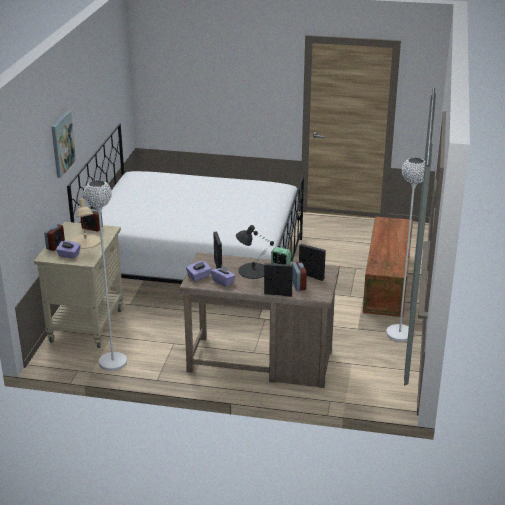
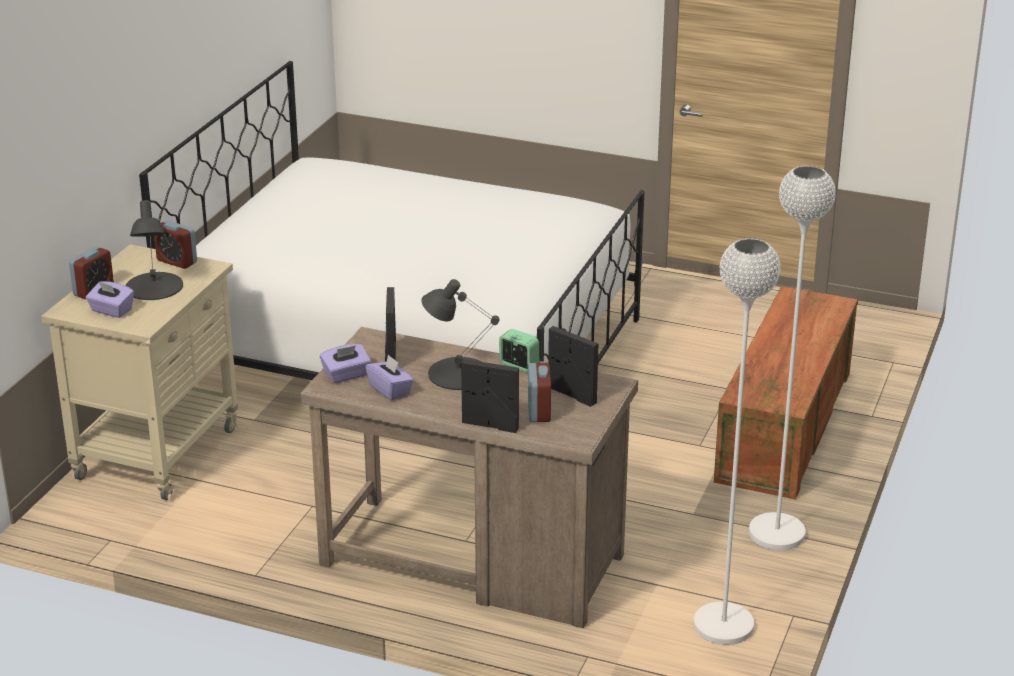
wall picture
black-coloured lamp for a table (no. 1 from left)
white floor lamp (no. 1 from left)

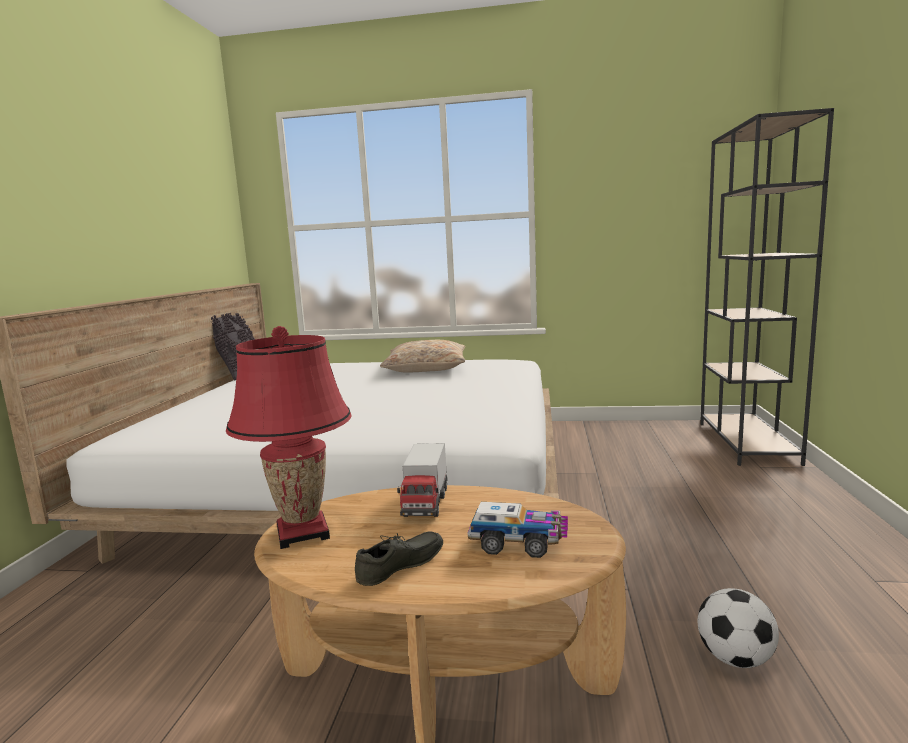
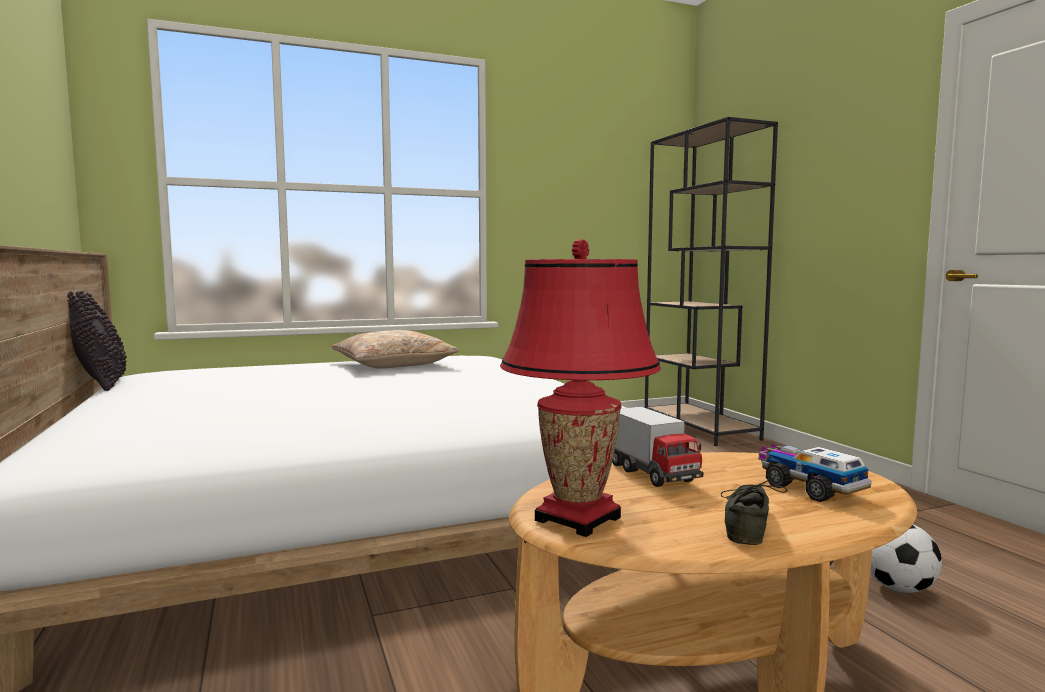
toy lorry (no. 2 from left)

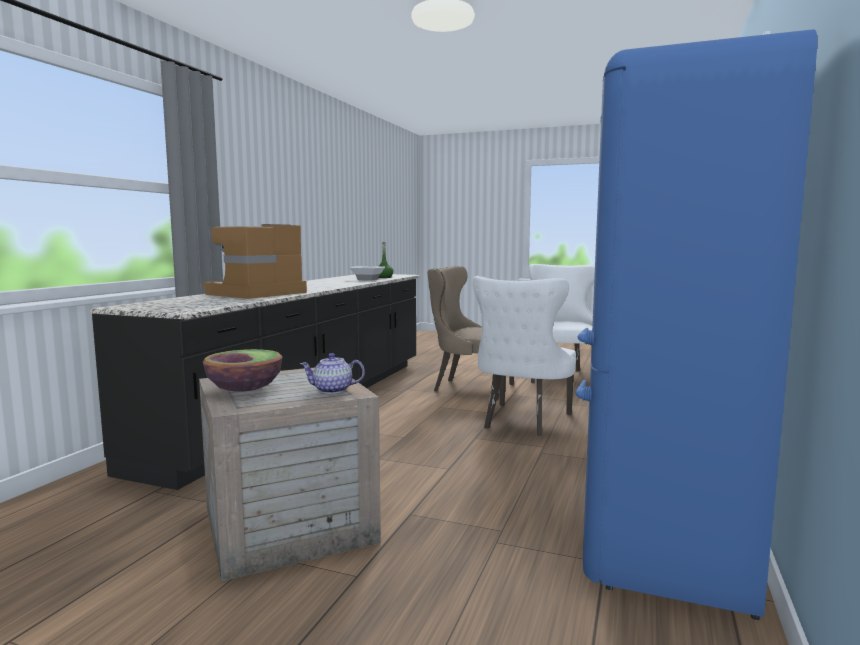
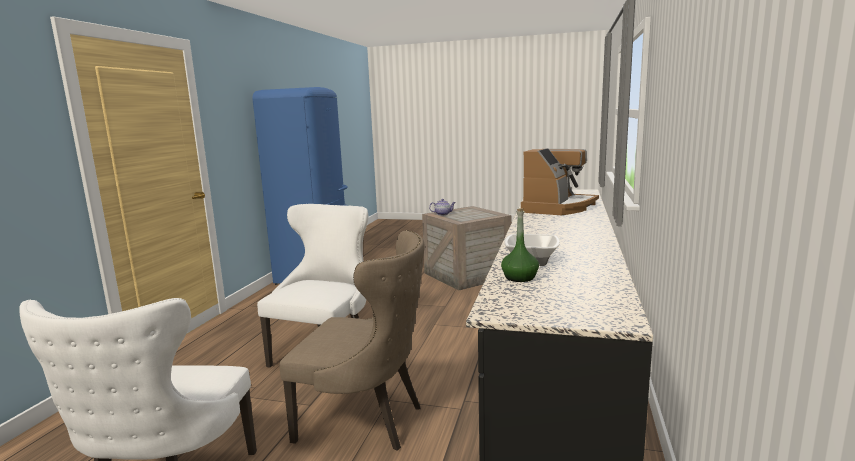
serving bowl (no. 1 from left in the first image)

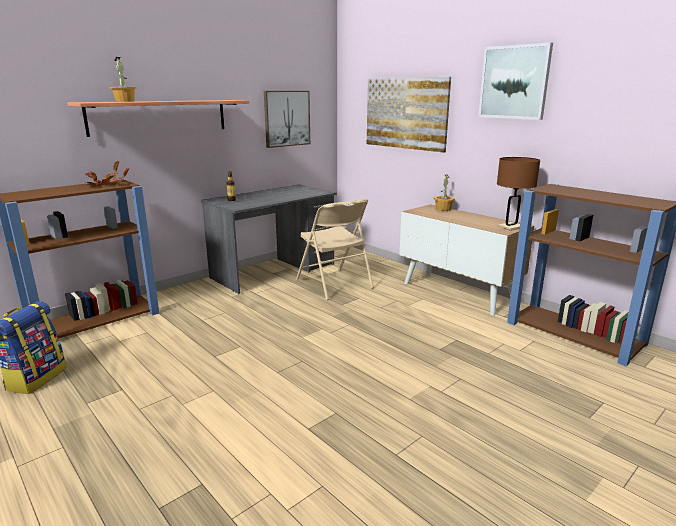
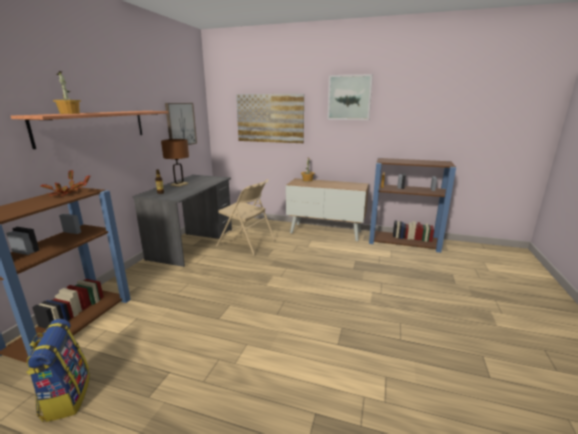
brownish lamp for a table

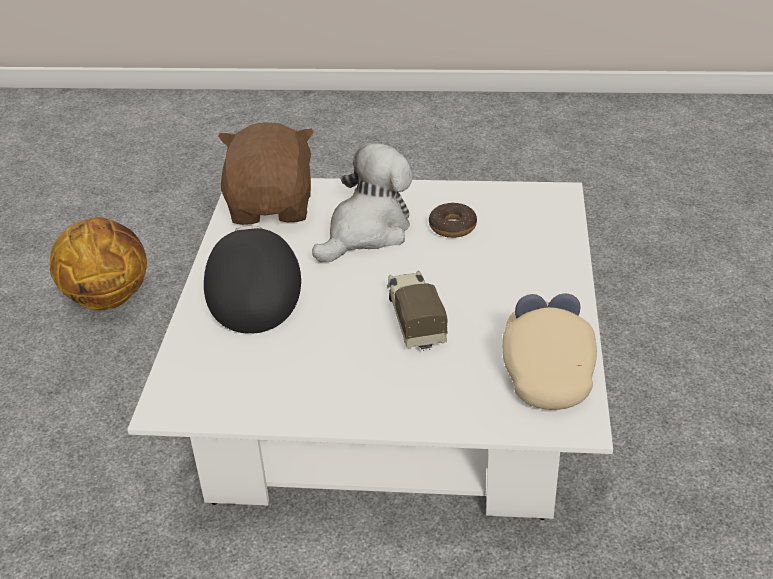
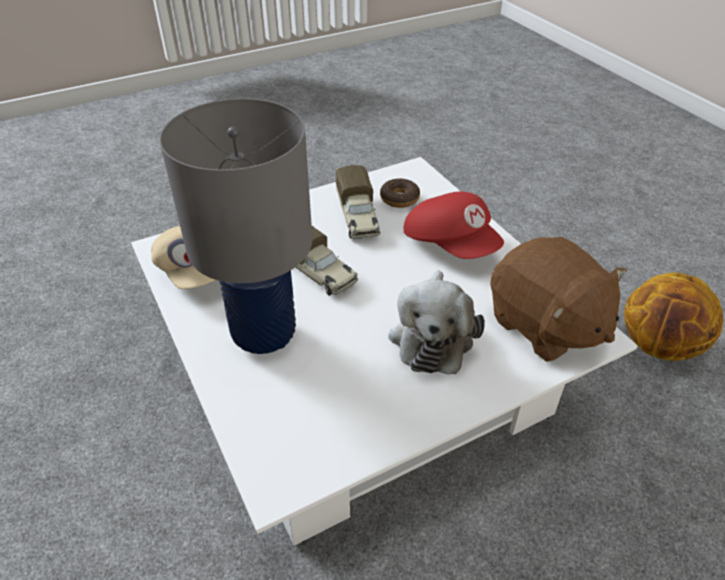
red baseball cap
ring doughnut
gray lamp for a table
toy lorry (no. 2 from left)

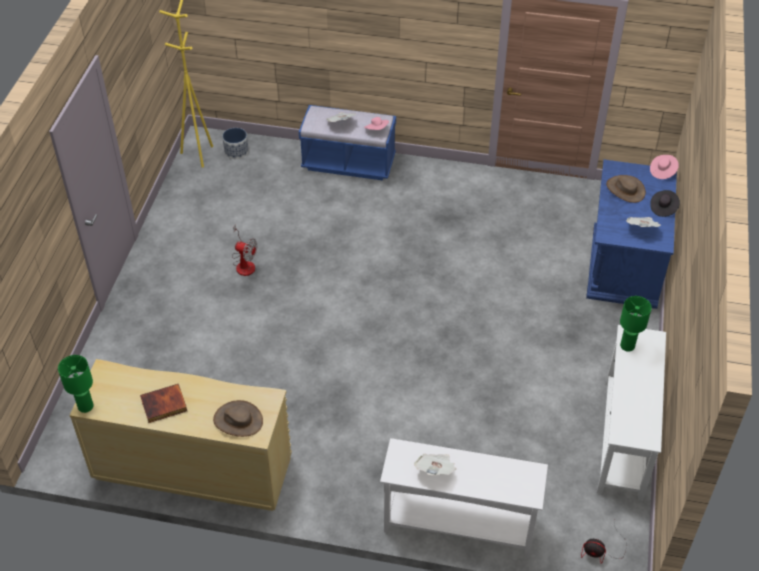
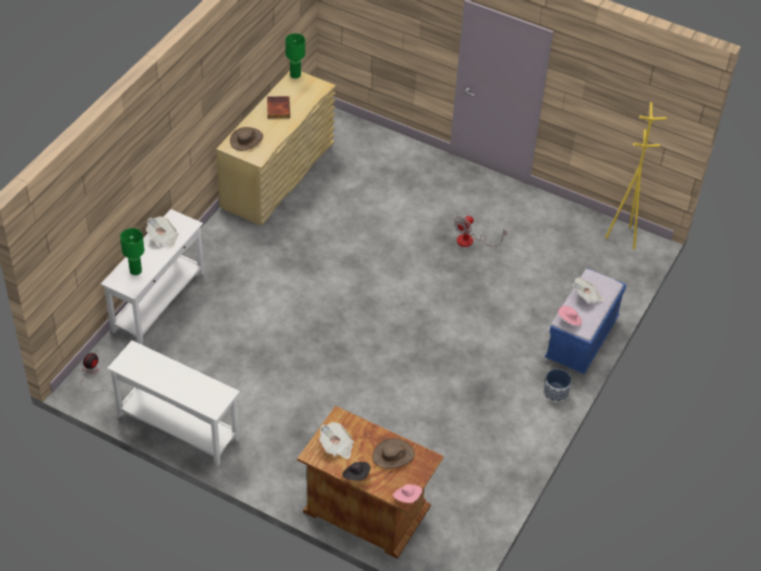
flower pot
brownish storage cabinet
green-coloured lamp for a table (no. 1 from left)

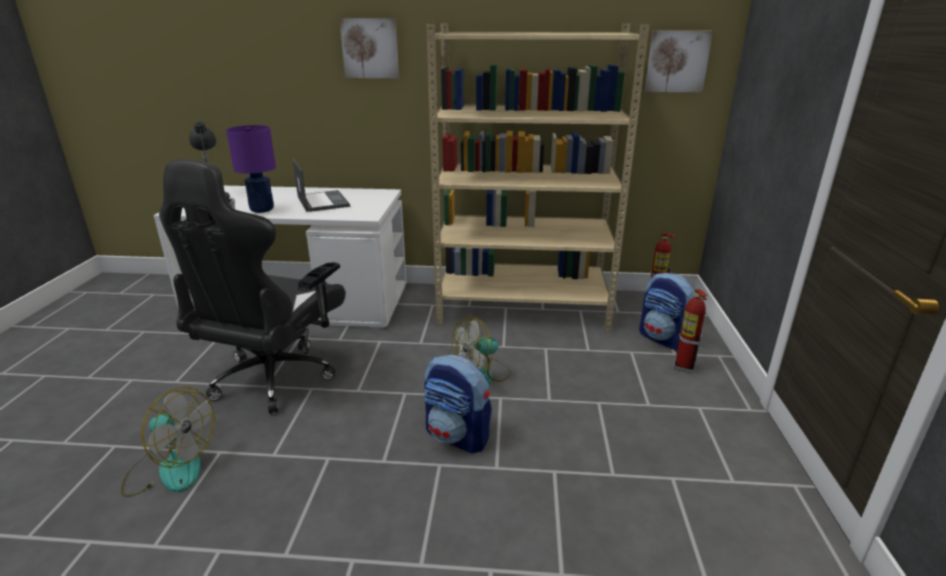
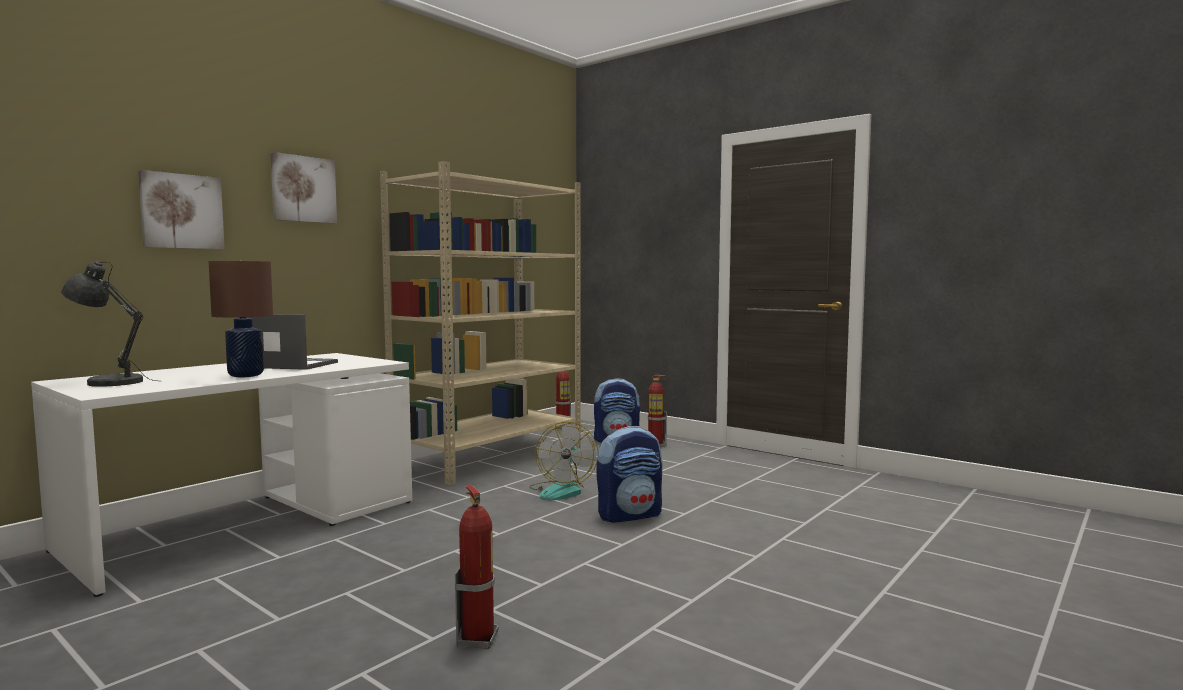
extinguisher (no. 1 from left)
black-coloured computer chair
brownish lamp for a table
wall picture (no. 1 from left)

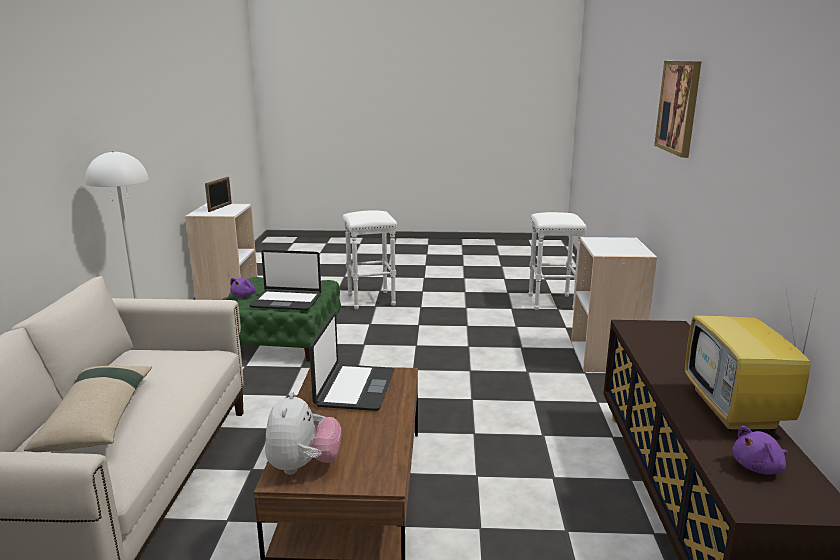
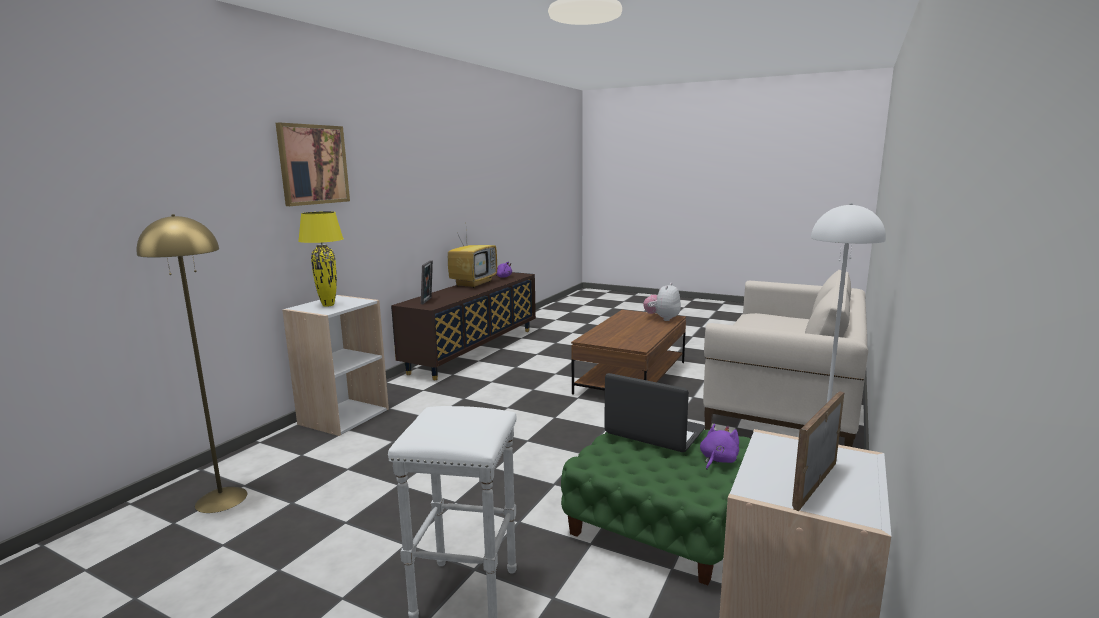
sand-coloured throw pillow
portable computer (no. 2 from left in the first image)
yellowish floor lamp
yellowish lamp for a table
picture frame (no. 1 from left)

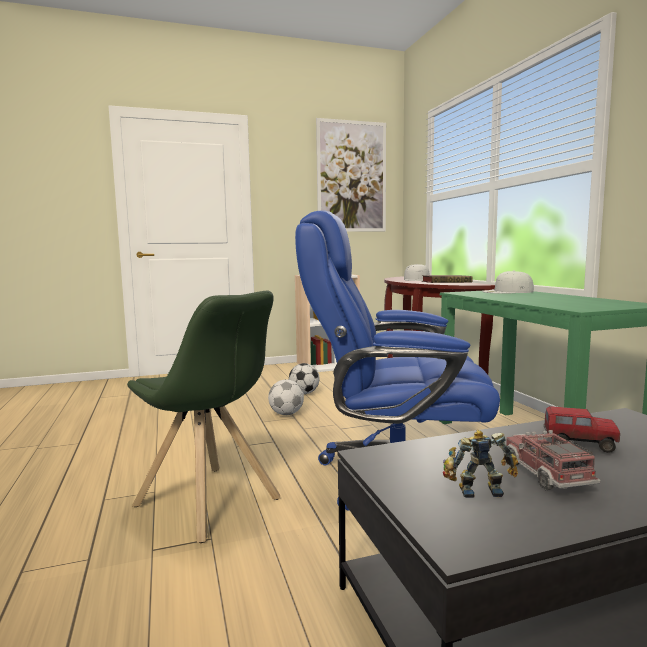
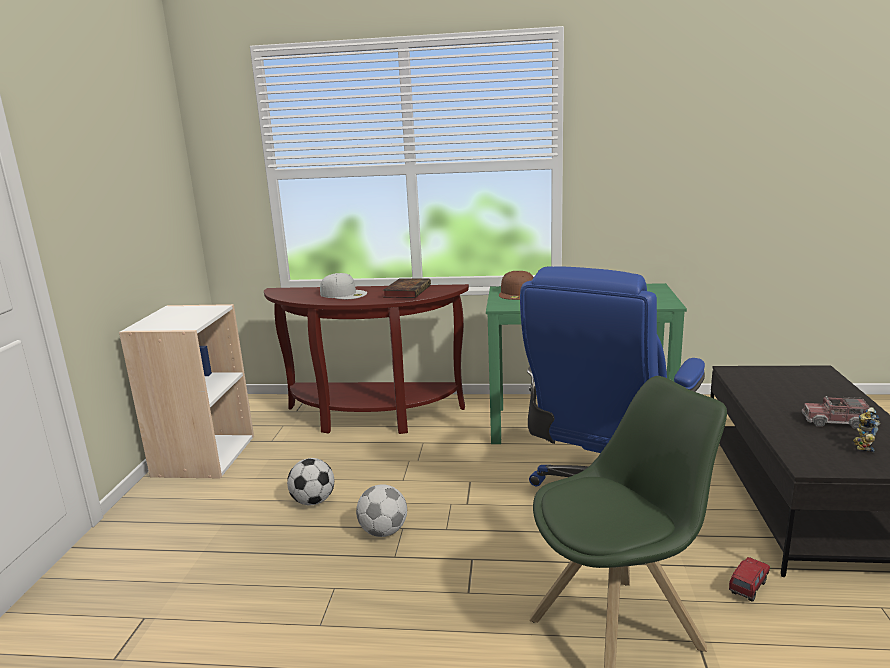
wall picture
brownish baseball cap
toy lorry (no. 1 from left)

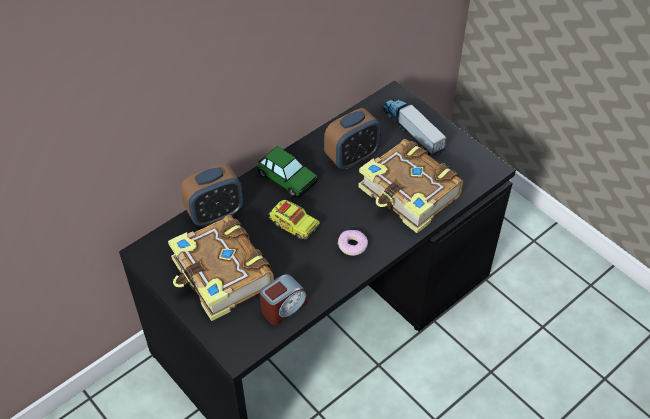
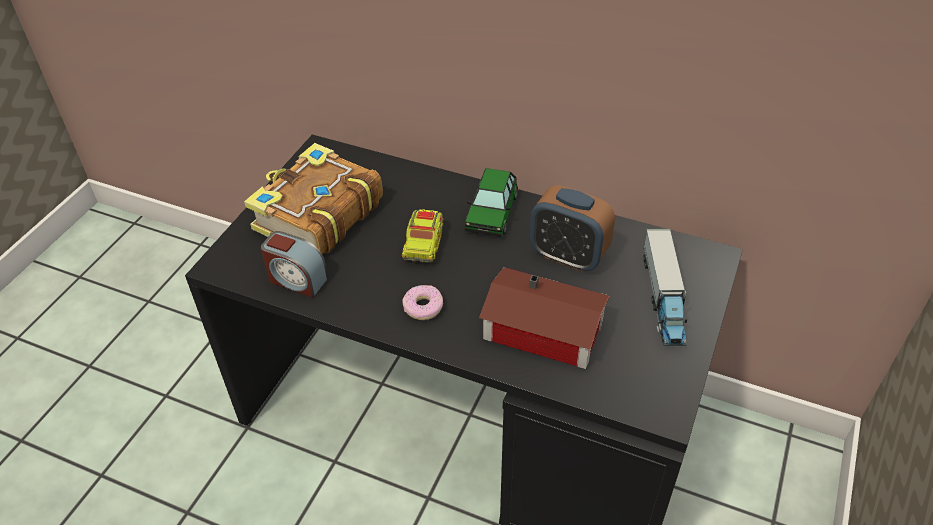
alarm clock (no. 1 from left in the first image)
miniature house
toy lorry (no. 2 from left)

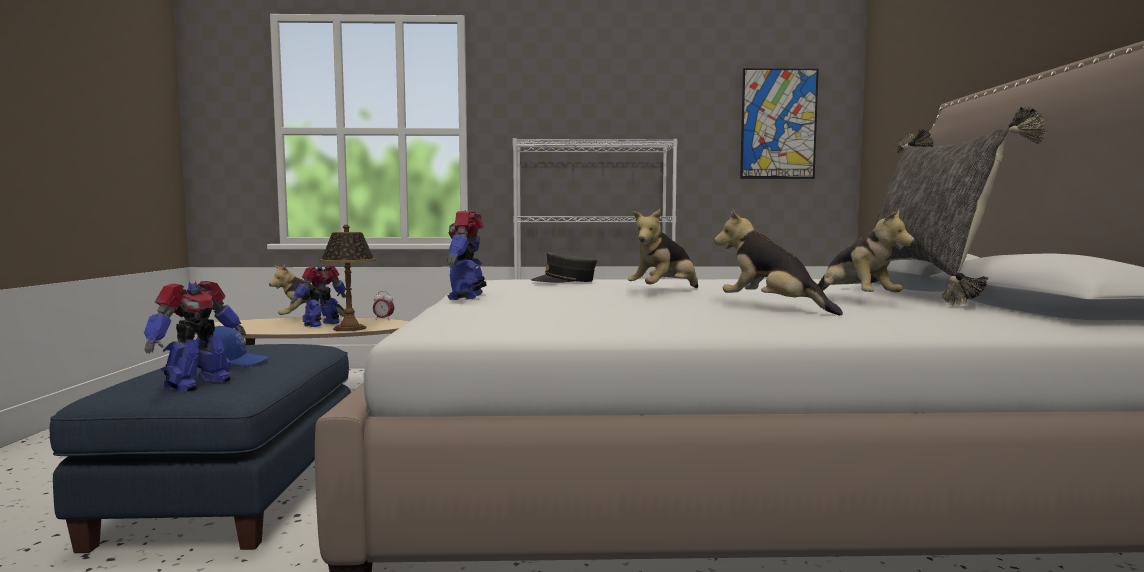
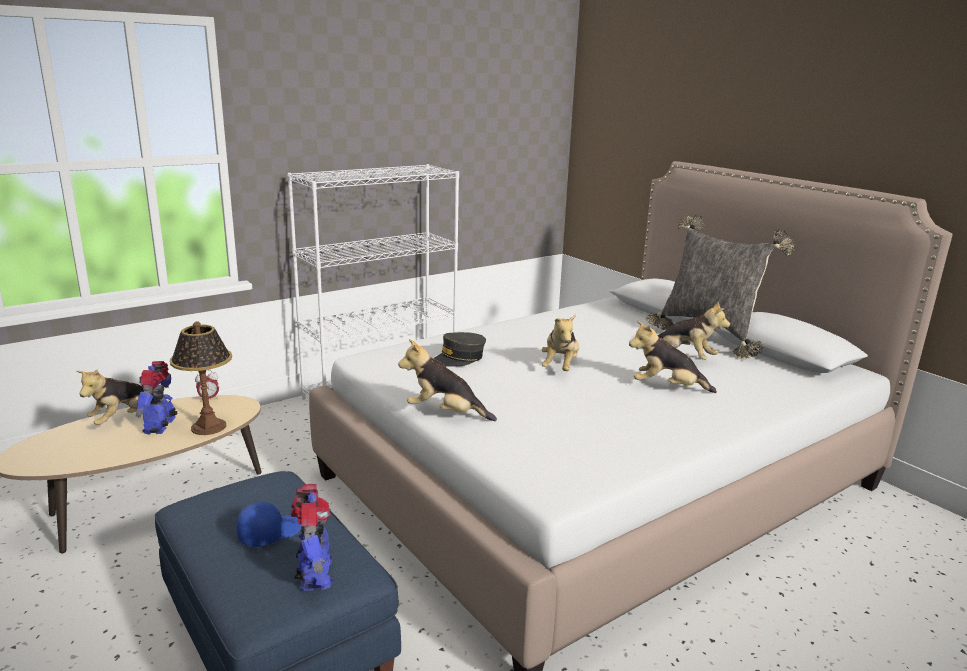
plush toy (no. 2 from left)
wall picture

